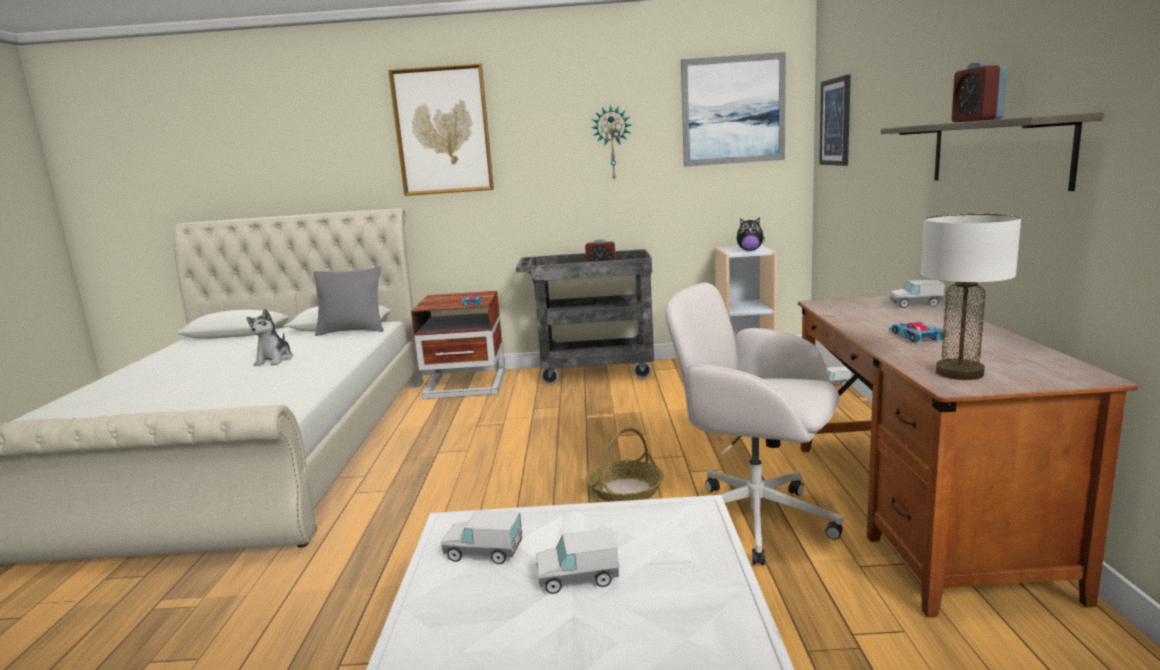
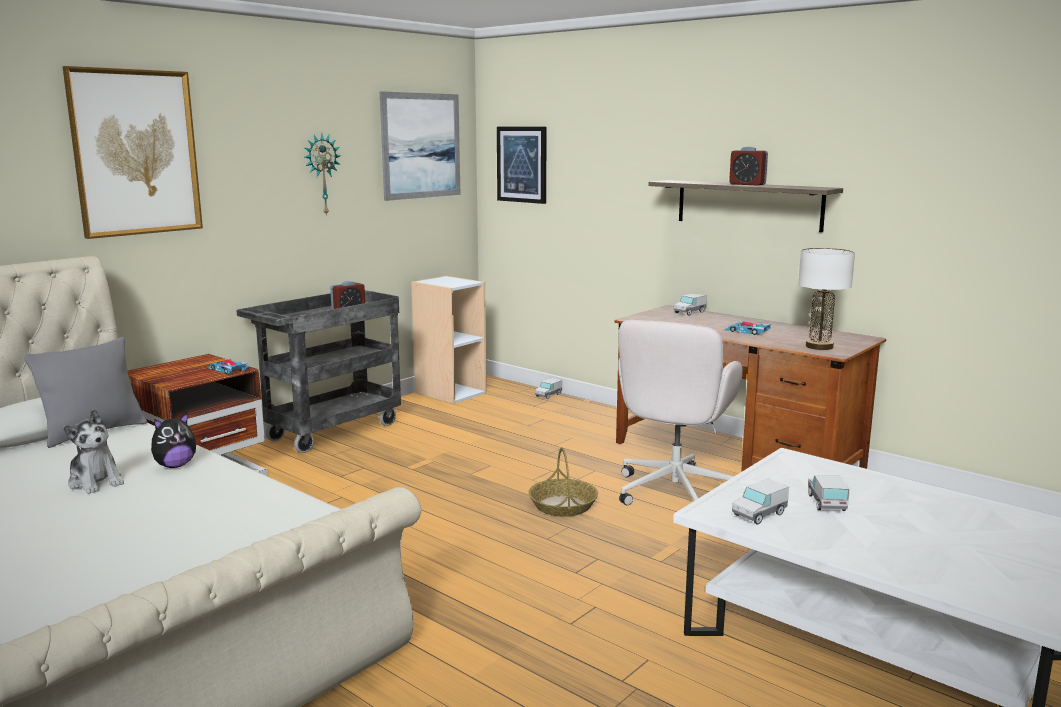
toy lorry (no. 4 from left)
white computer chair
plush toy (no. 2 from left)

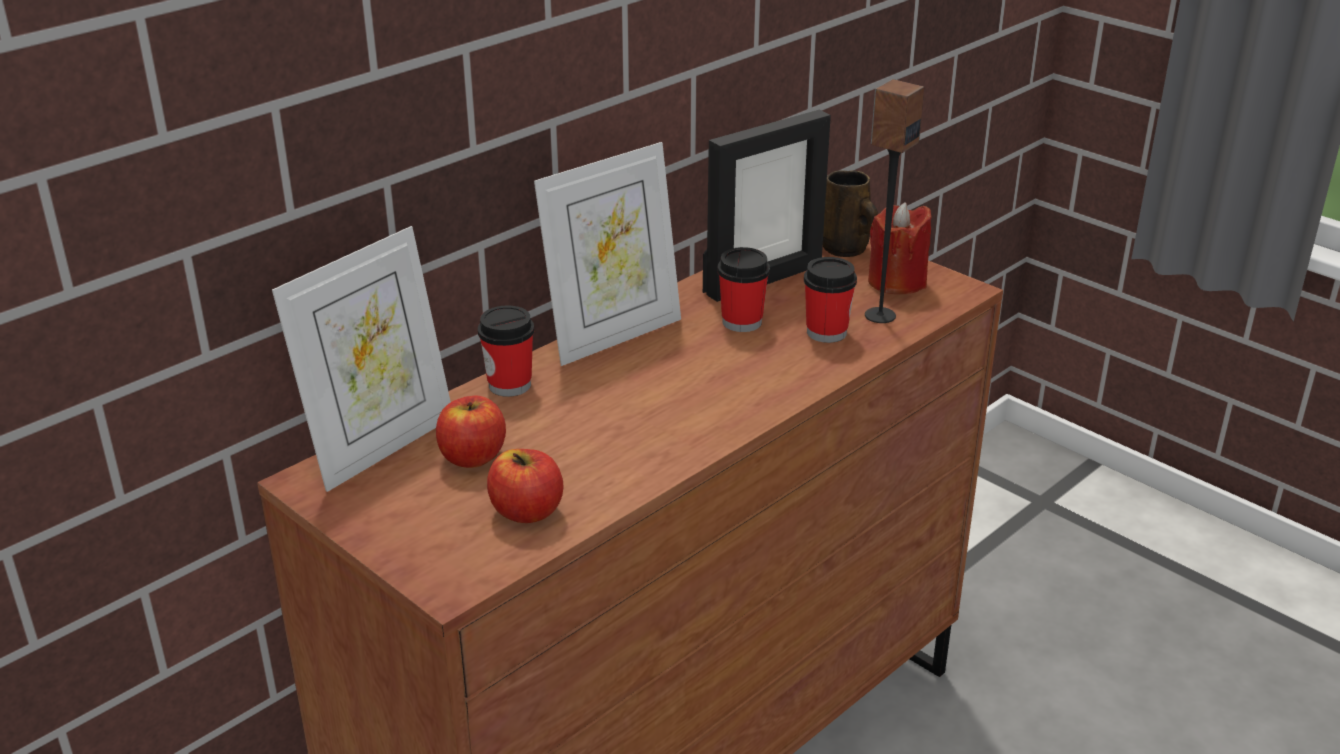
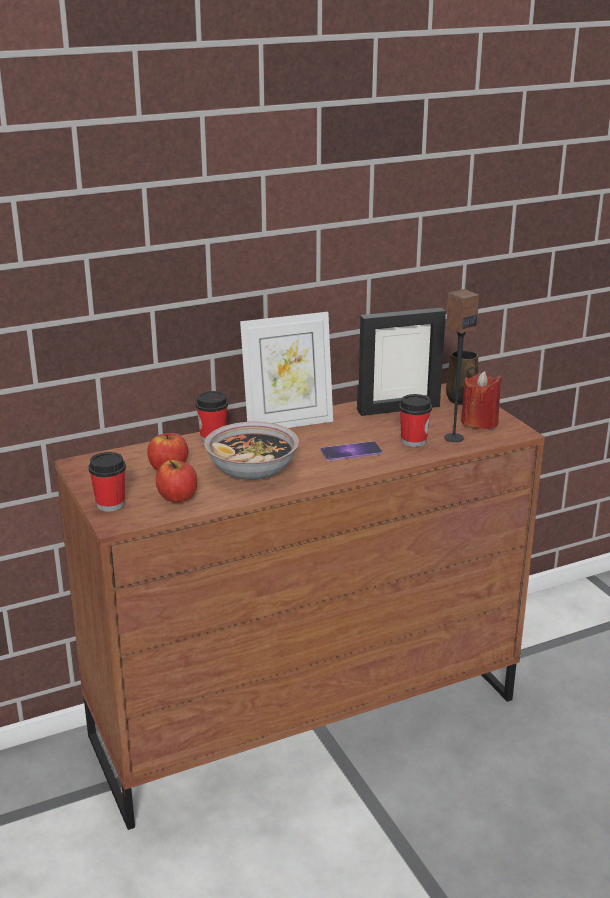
picture frame (no. 1 from left in the first image)
small cup (no. 1 from left)
serving bowl
phone

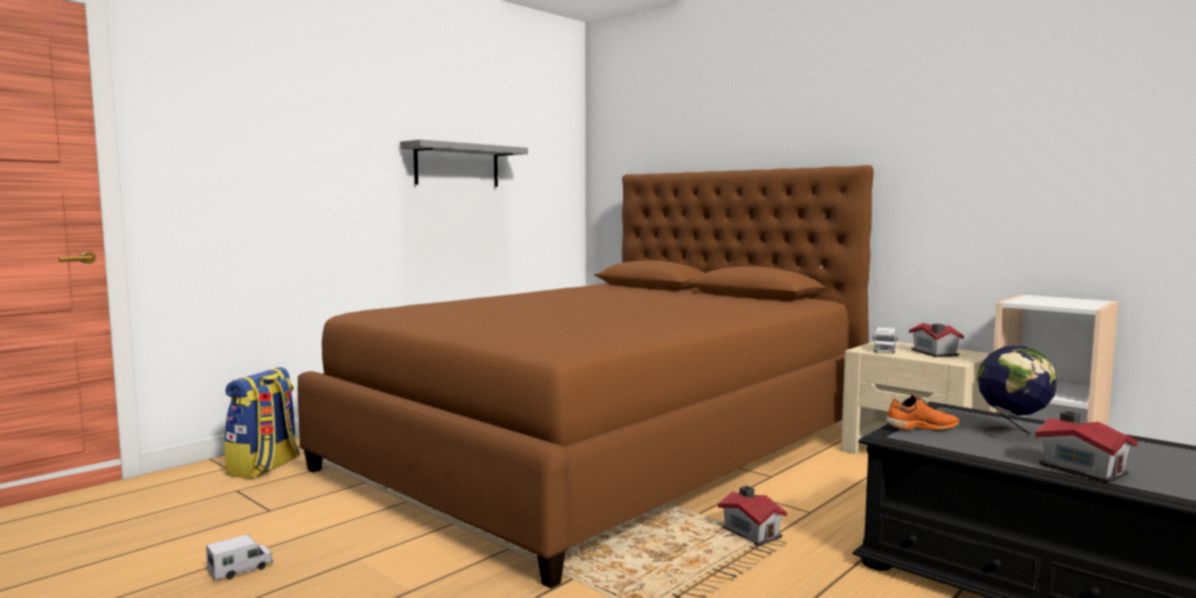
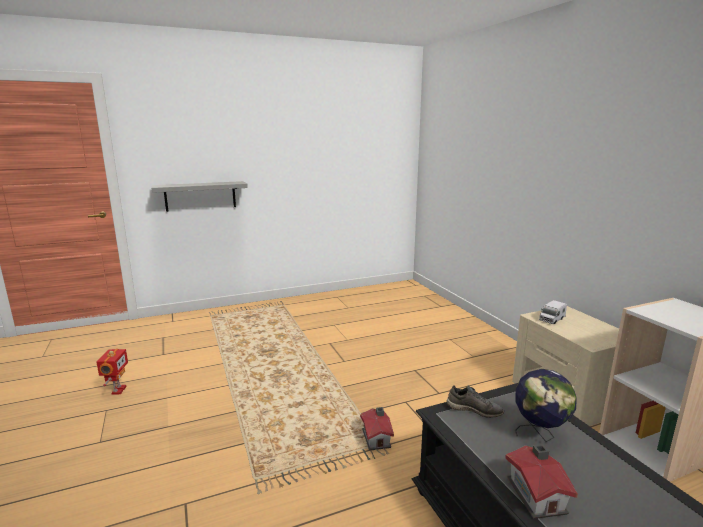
toy robot
backpack
brownish sleeping bed
gray bracket shelf
gray low shoe
miniature house (no. 2 from left in the first image)

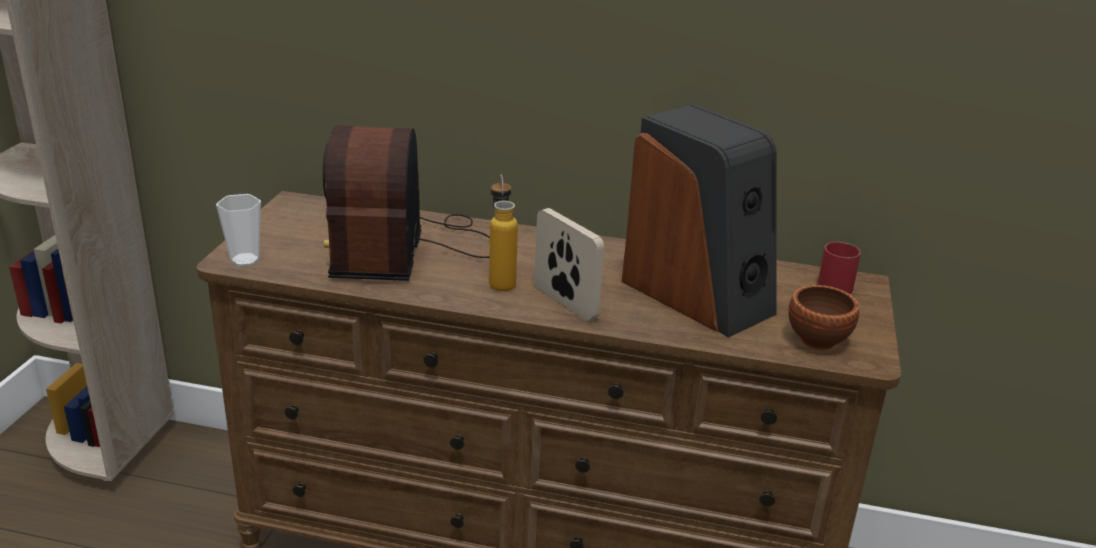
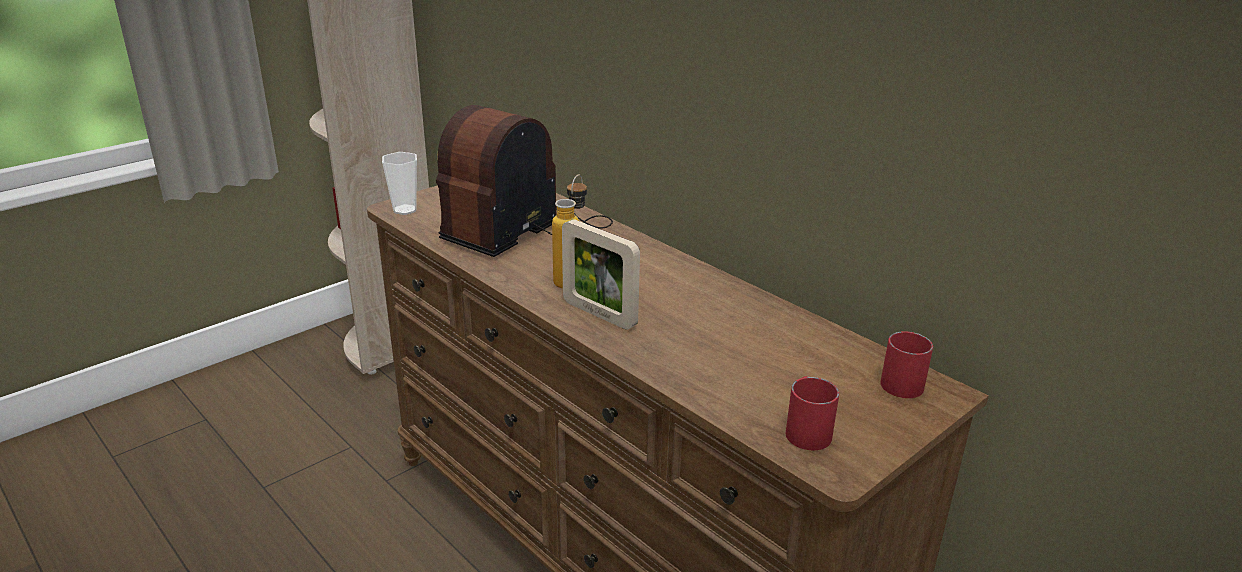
picture frame
audio speaker
red mug (no. 1 from left)

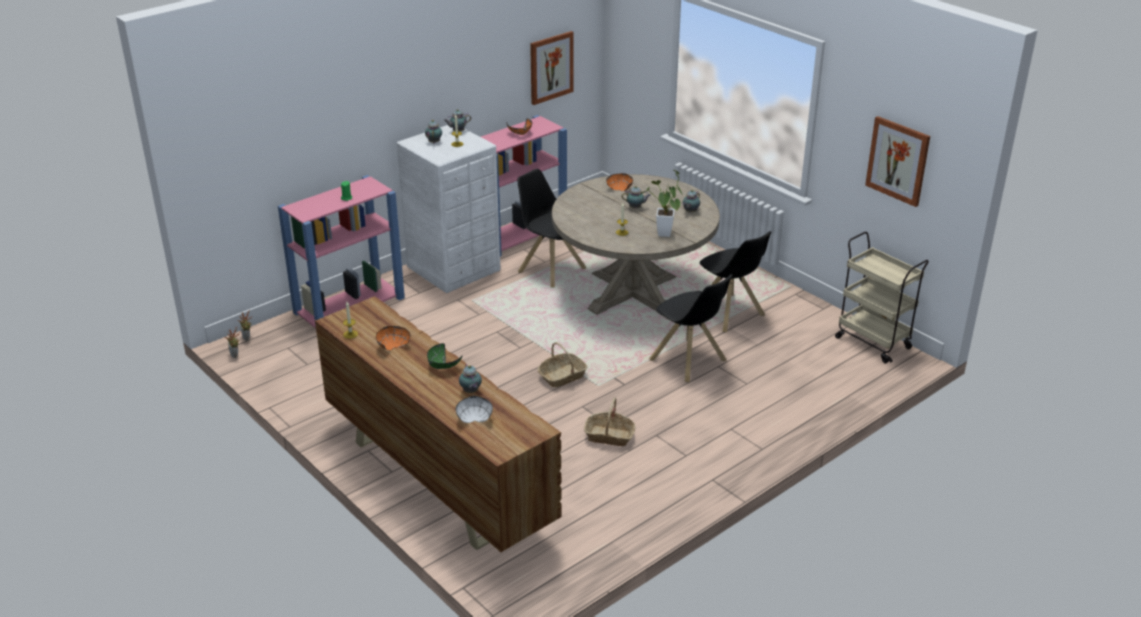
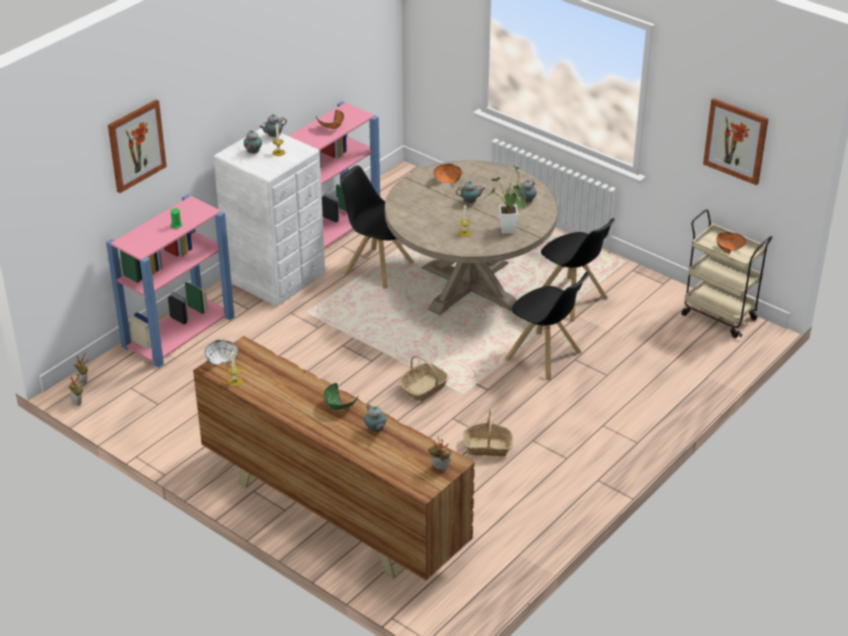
orangey serving bowl (no. 3 from left)
white serving bowl
wall picture (no. 1 from left)
houseplant (no. 3 from left)

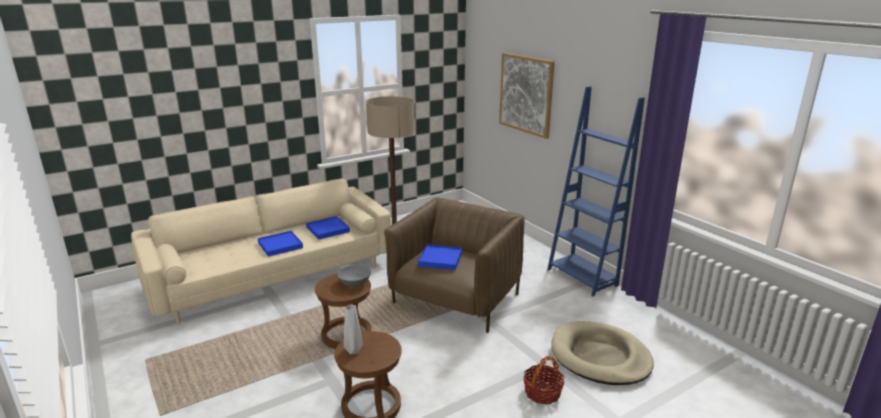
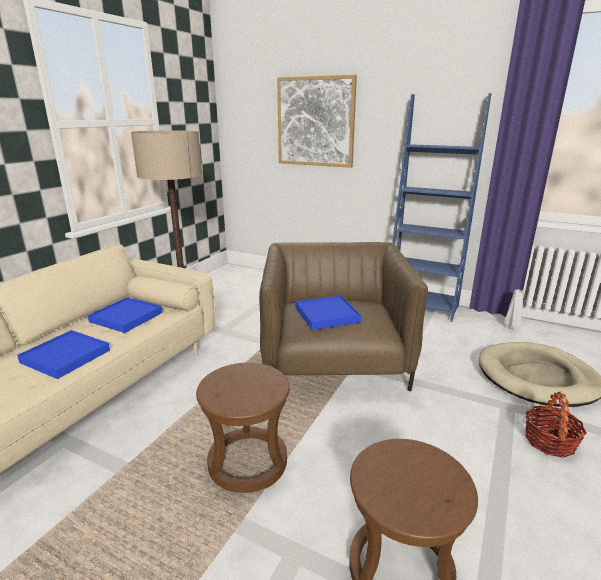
gray serving bowl
gray flower vase

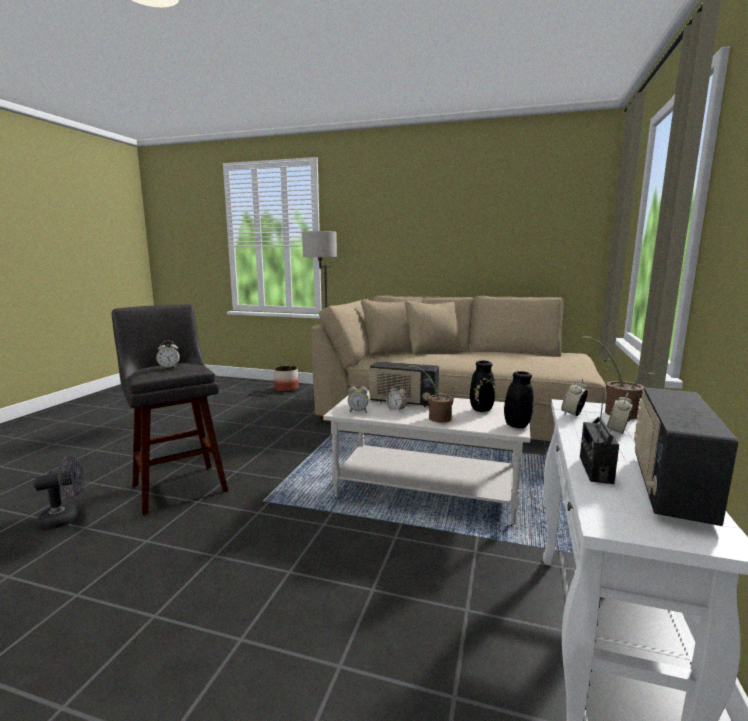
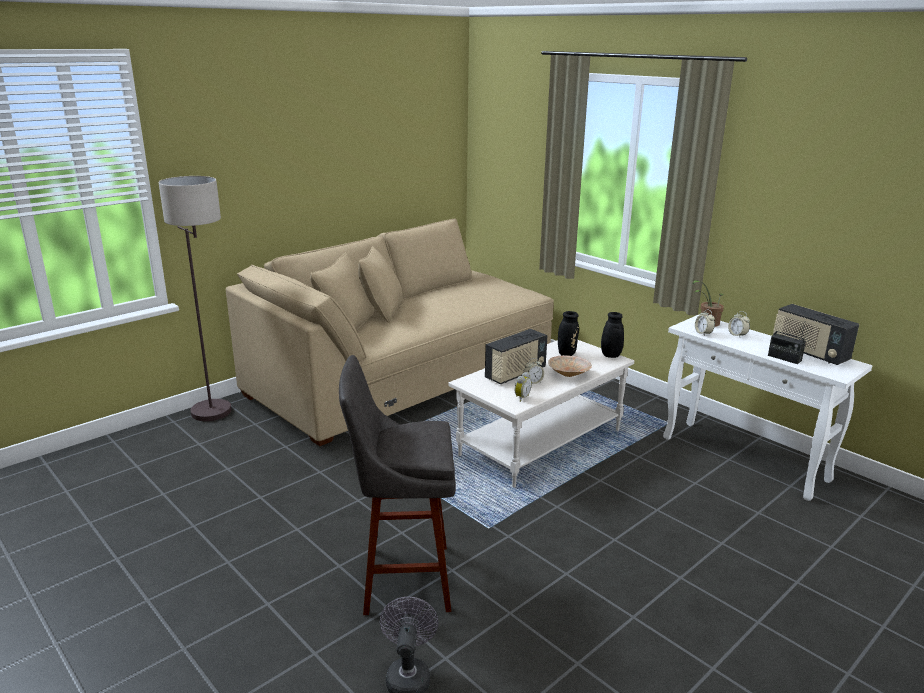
alarm clock (no. 1 from left in the first image)
flower pot
sand-coloured serving bowl

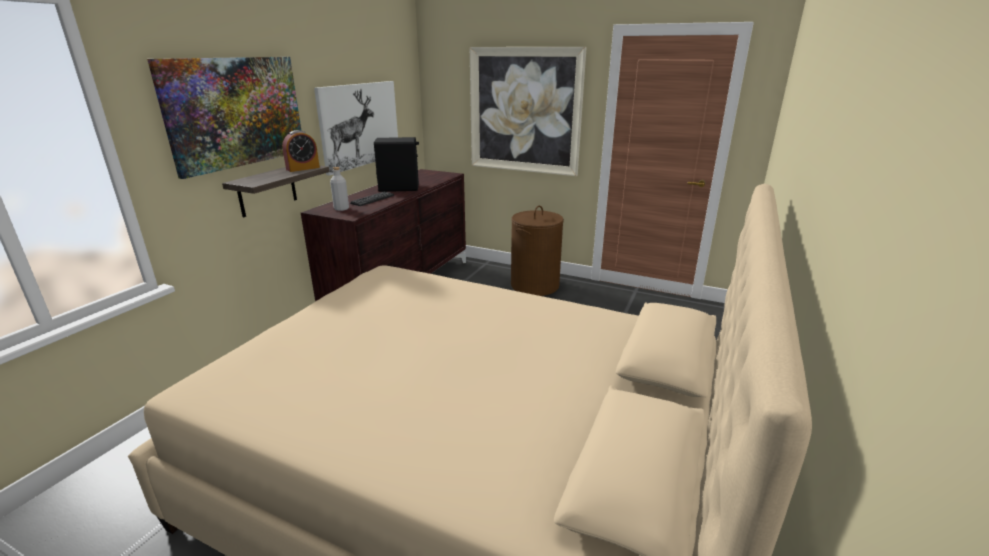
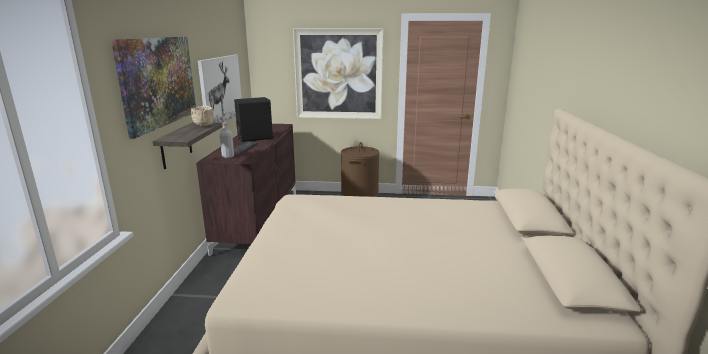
sand-coloured serving bowl

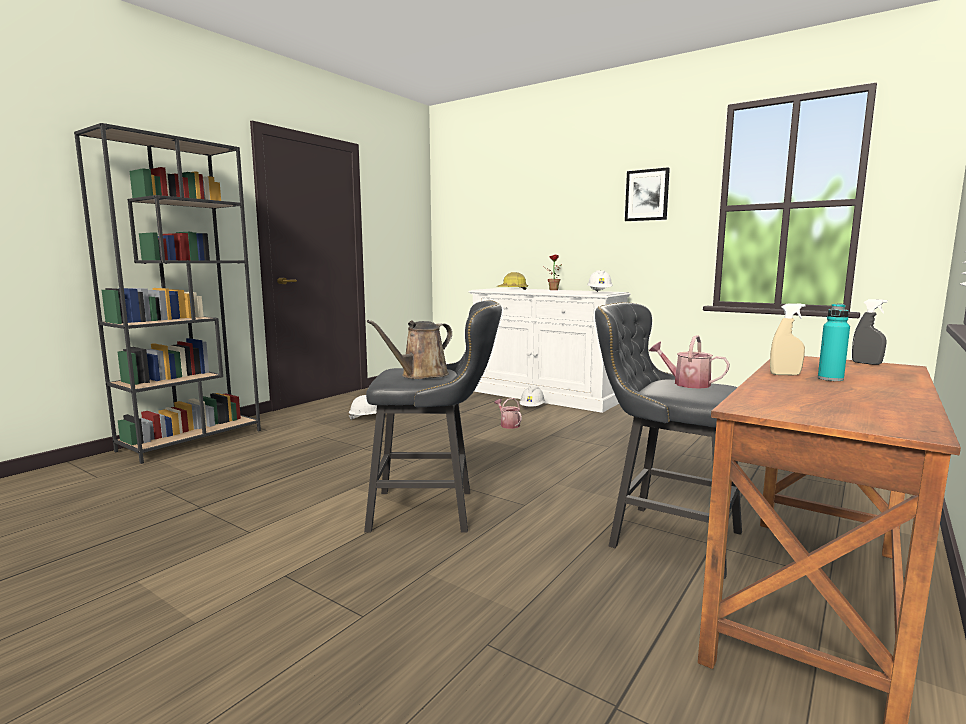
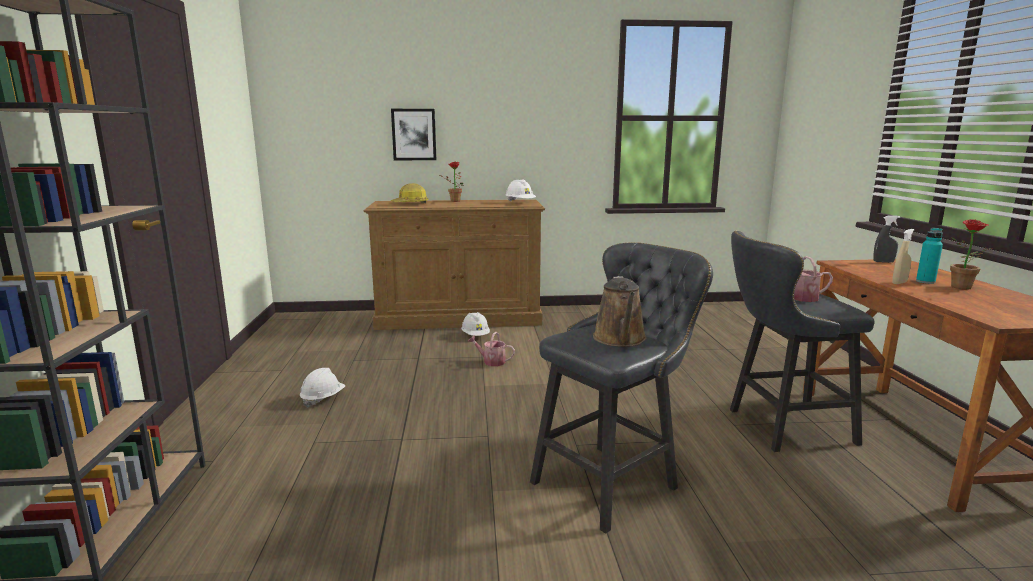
brownish storage cabinet
wall picture
houseplant (no. 2 from left)

